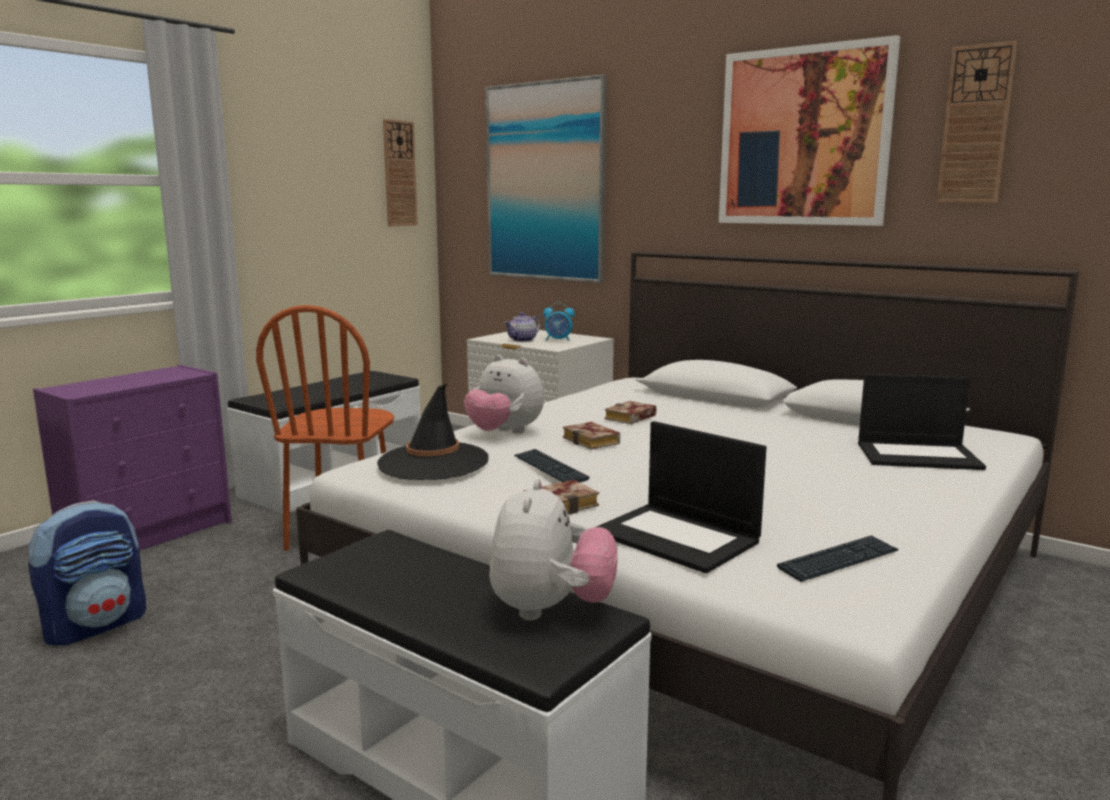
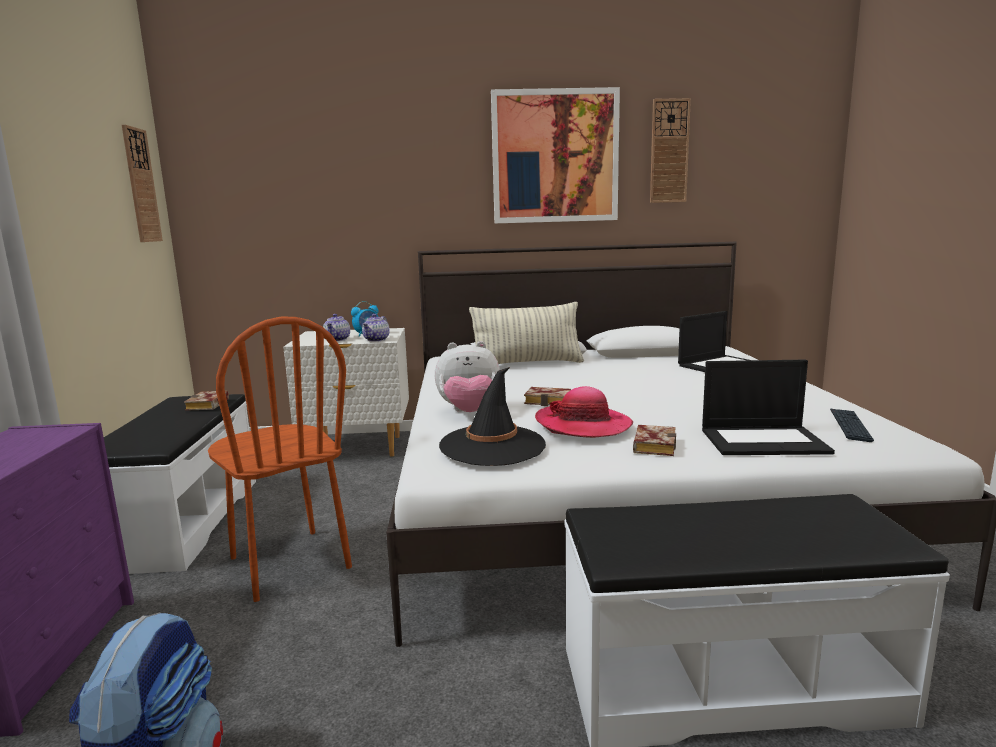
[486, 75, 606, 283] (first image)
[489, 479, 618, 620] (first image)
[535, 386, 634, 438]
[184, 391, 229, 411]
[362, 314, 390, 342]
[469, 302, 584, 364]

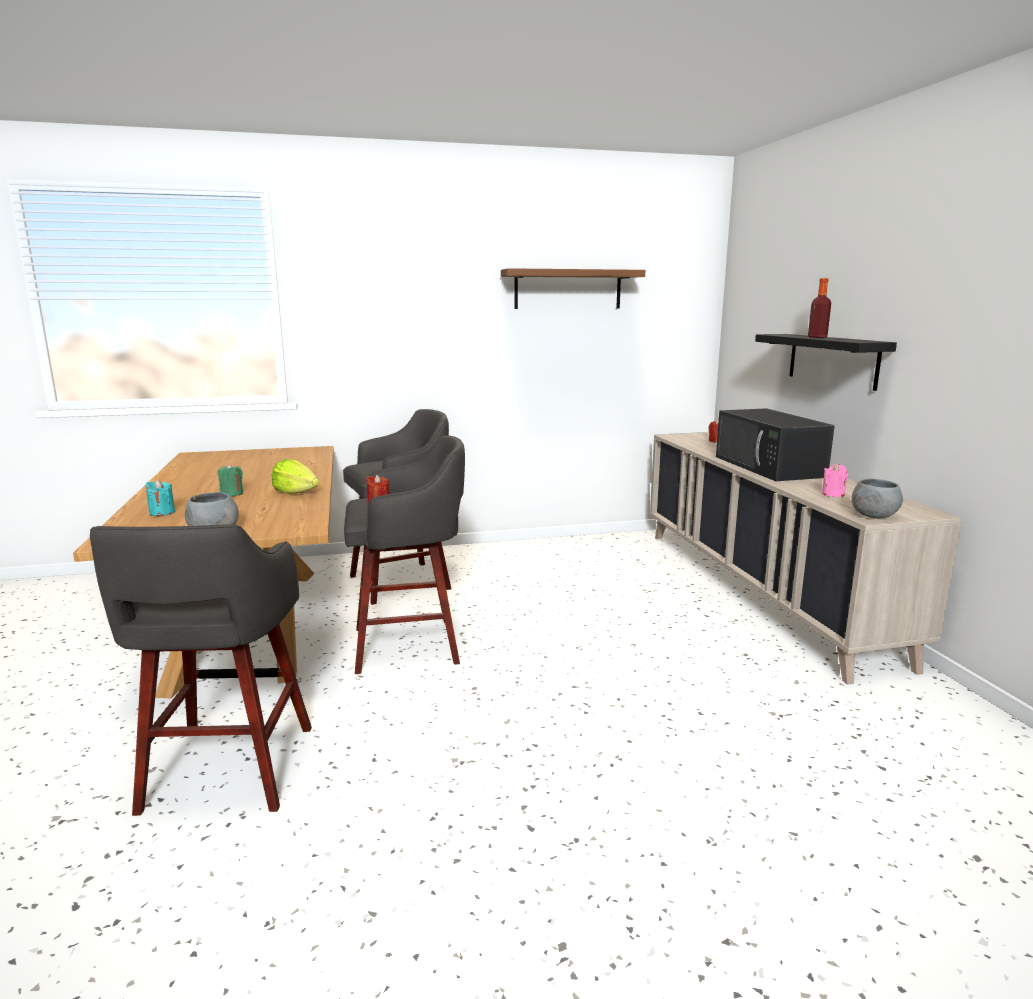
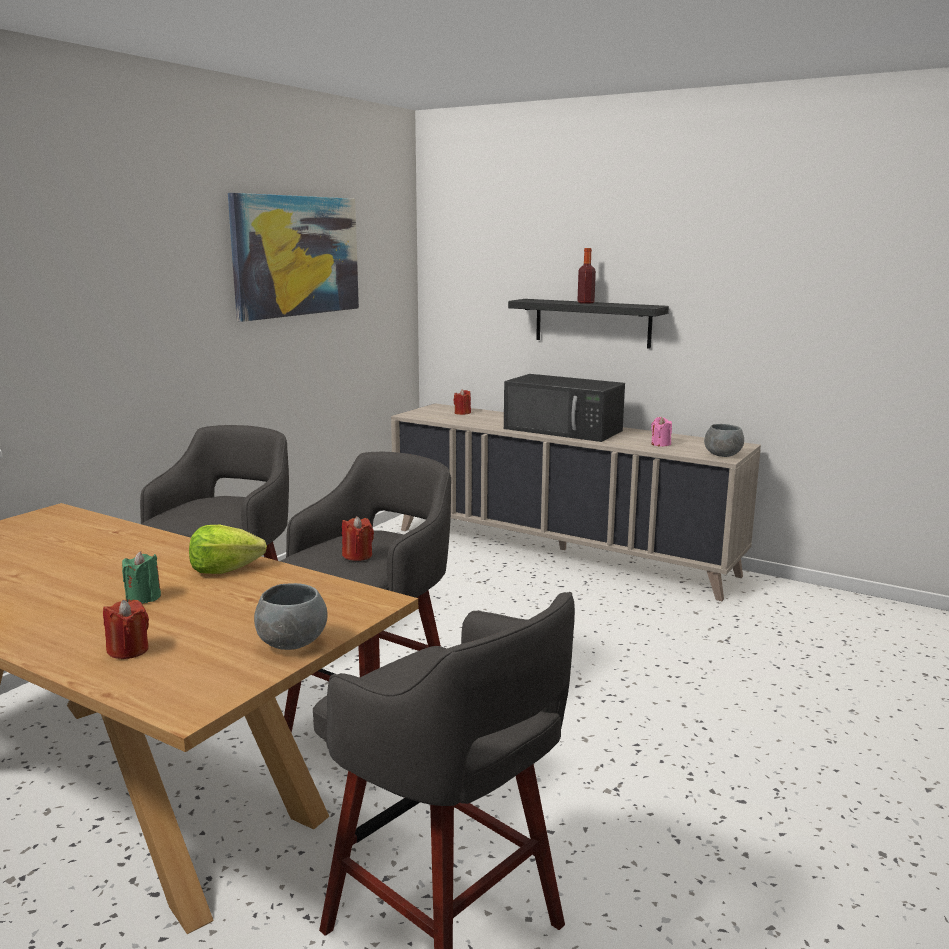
[103, 600, 149, 659]
[228, 193, 359, 322]

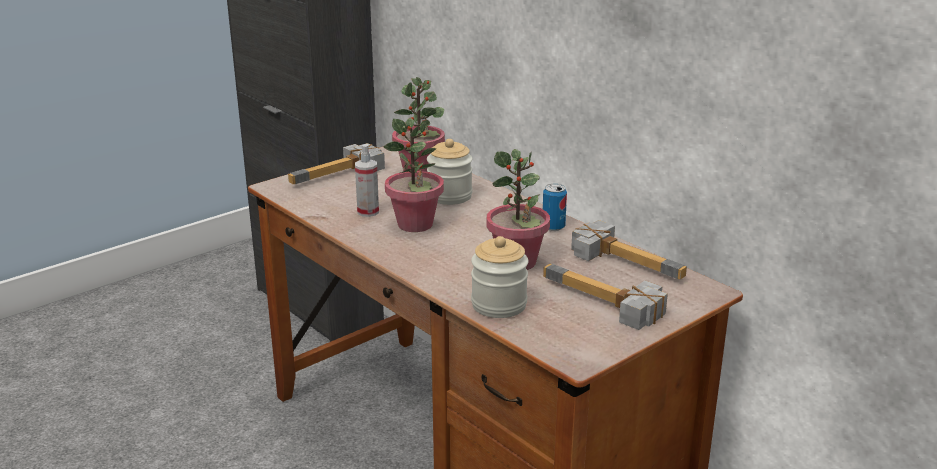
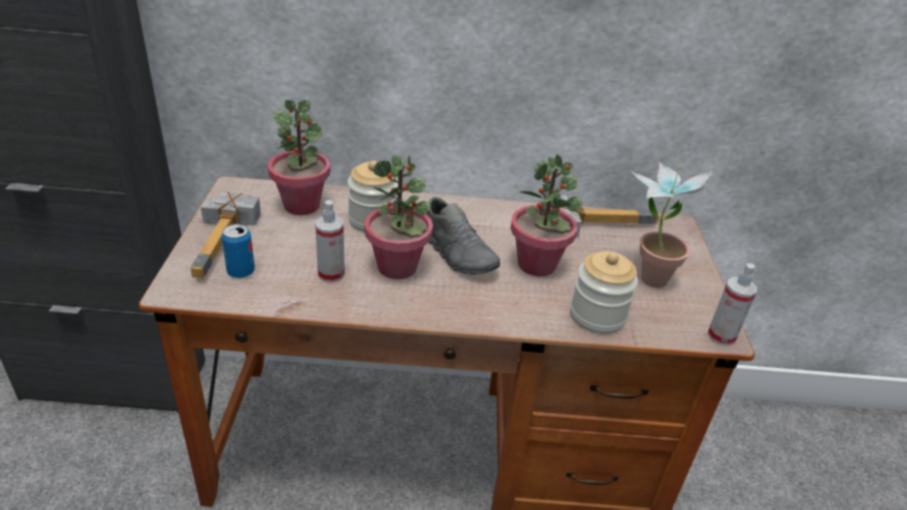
[221, 224, 255, 278]
[631, 162, 713, 288]
[426, 196, 500, 275]
[708, 263, 757, 346]

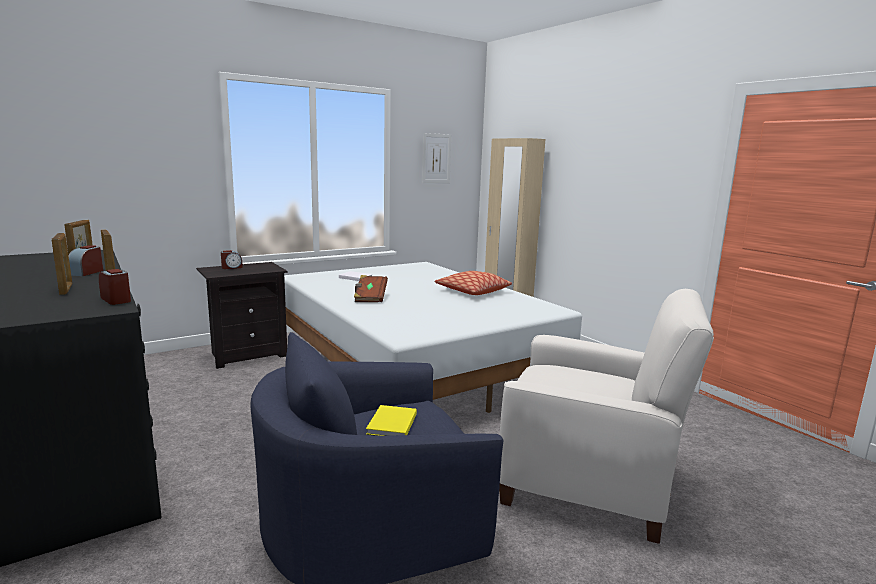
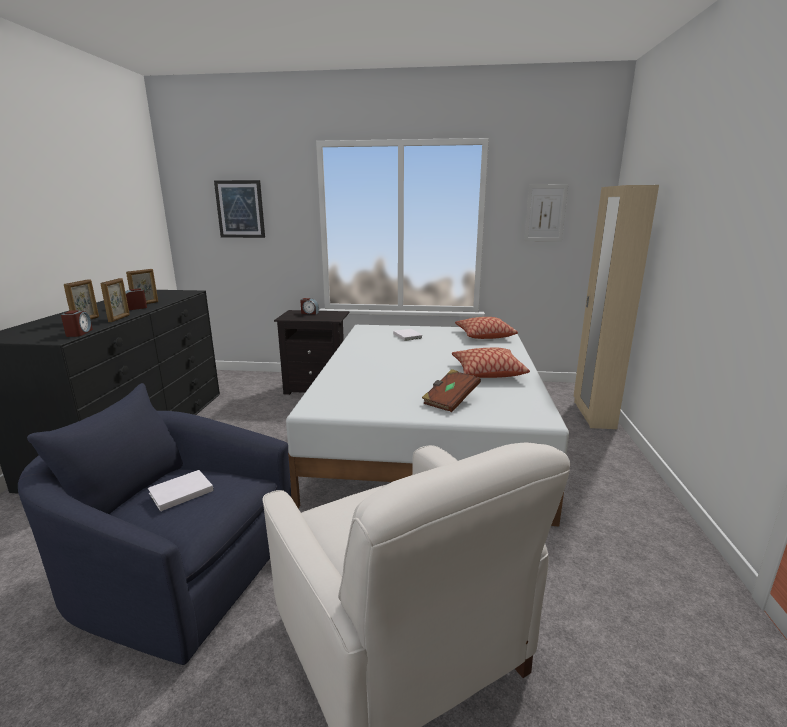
[422, 369, 481, 412]
[148, 470, 214, 511]
[214, 180, 265, 238]
[455, 317, 518, 339]

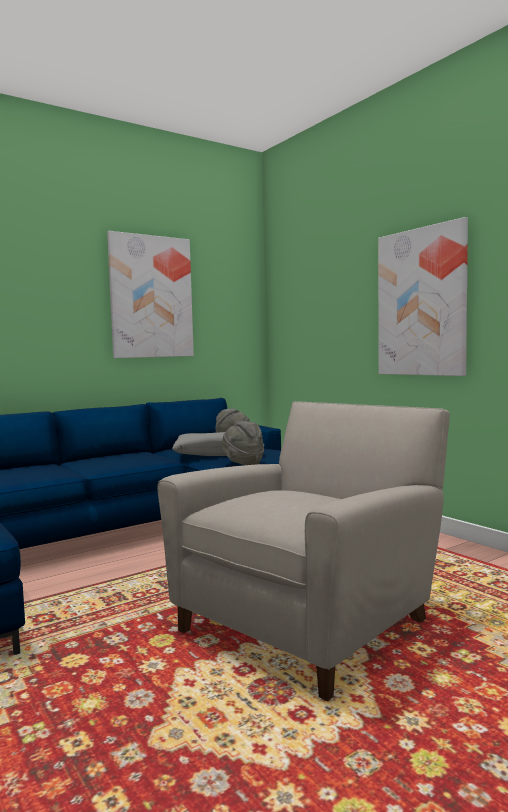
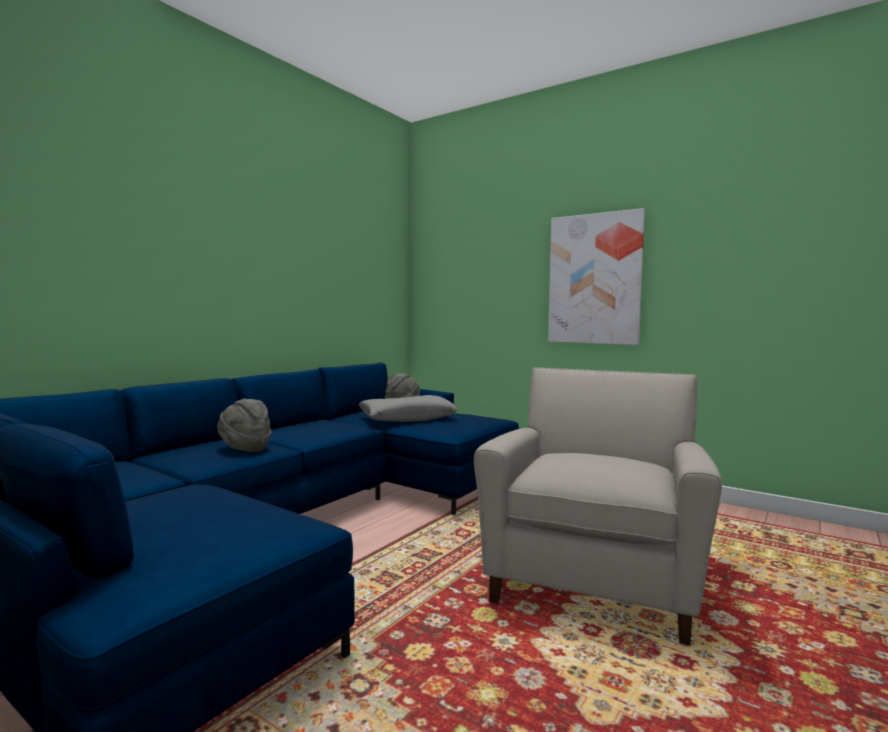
[107, 231, 194, 358] (first image)
[217, 399, 271, 452]

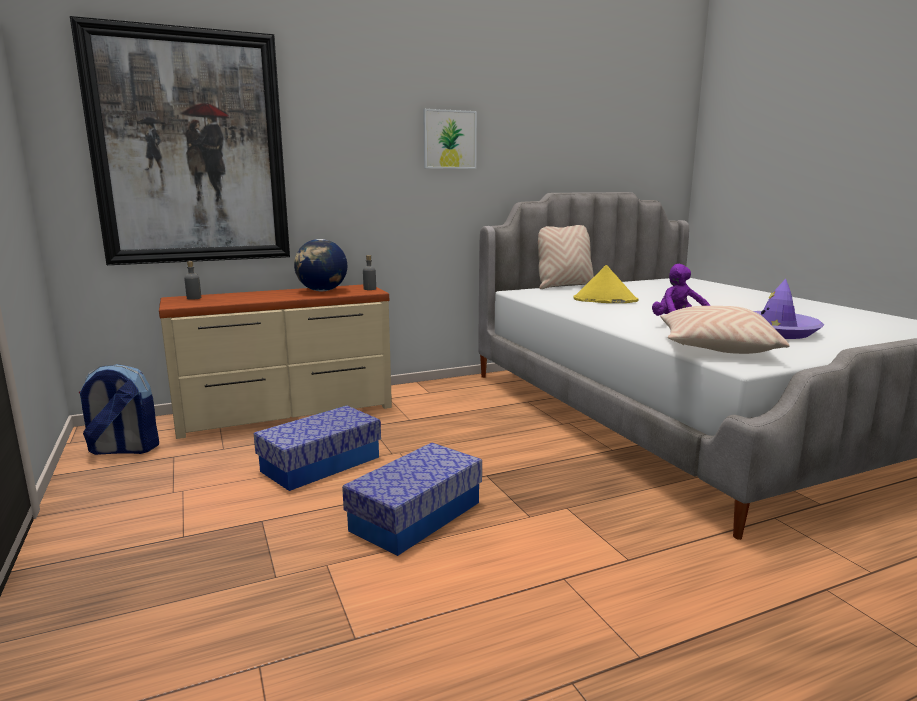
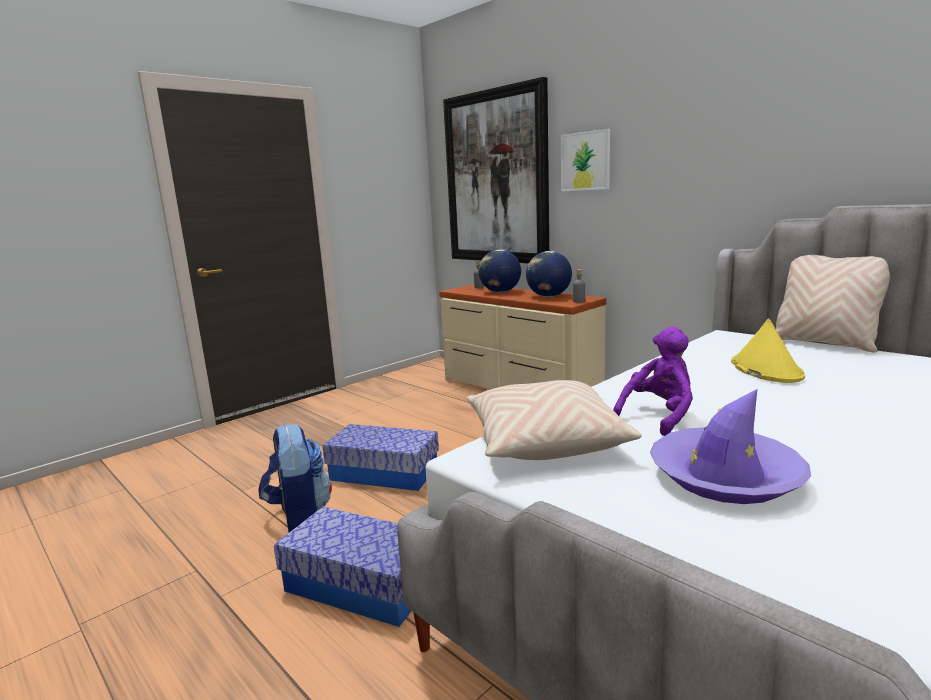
[258, 424, 332, 532]
[274, 507, 411, 627]
[561, 129, 610, 191]
[479, 249, 521, 293]

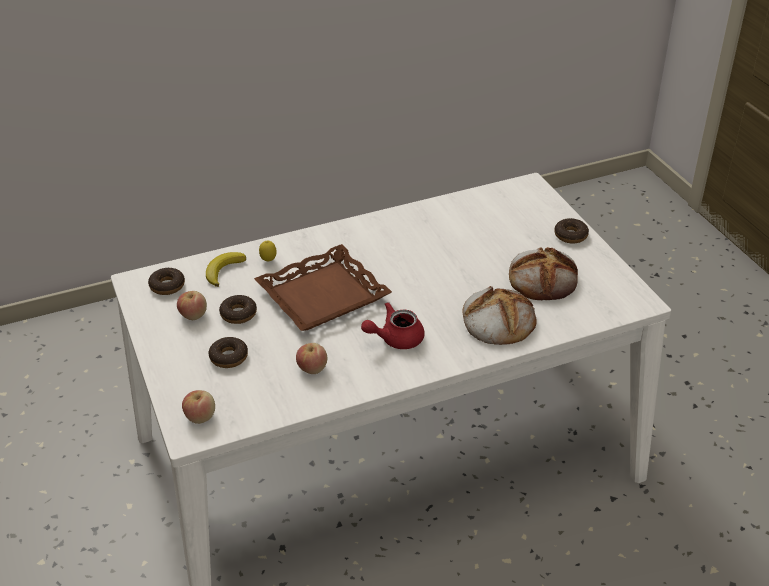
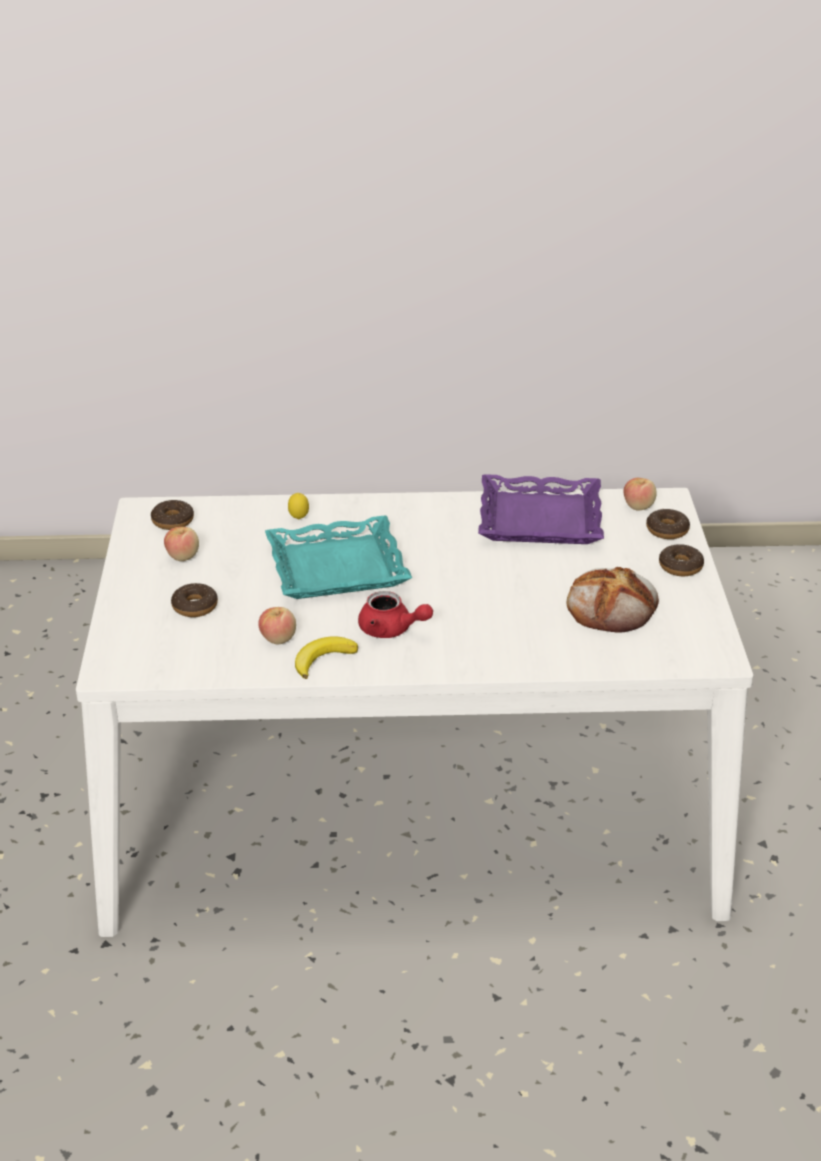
[624, 478, 657, 511]
[295, 636, 358, 679]
[646, 508, 690, 539]
[265, 516, 412, 599]
[358, 591, 433, 638]
[462, 286, 537, 345] (first image)
[478, 474, 604, 544]

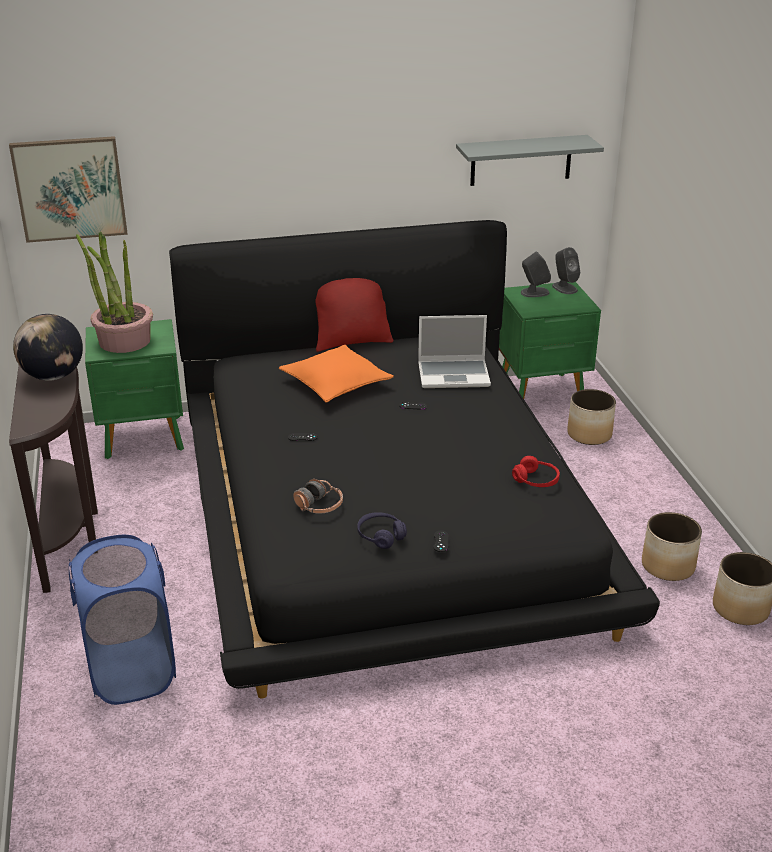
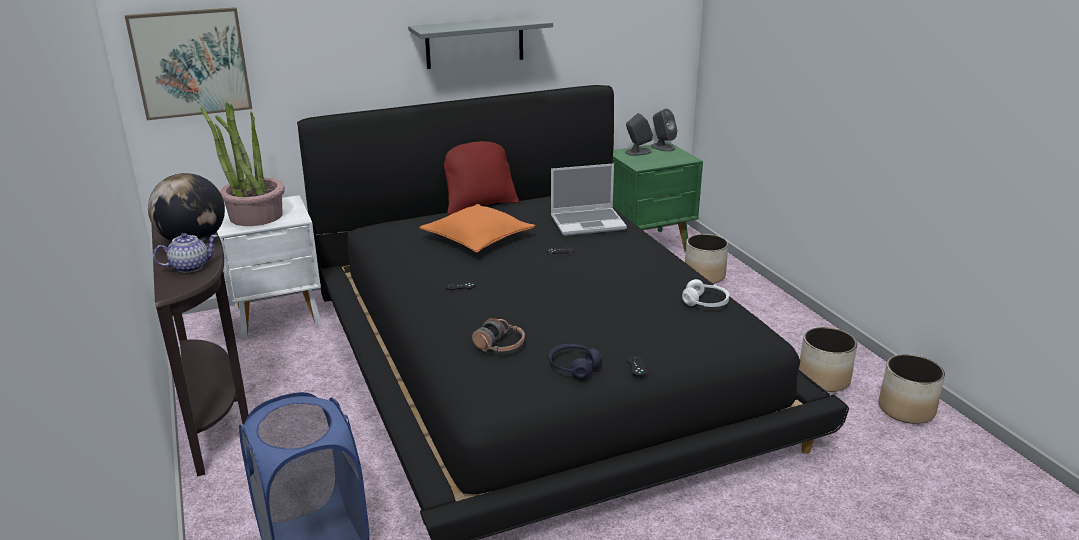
[217, 195, 322, 339]
[408, 16, 553, 69]
[682, 279, 730, 307]
[153, 233, 218, 273]

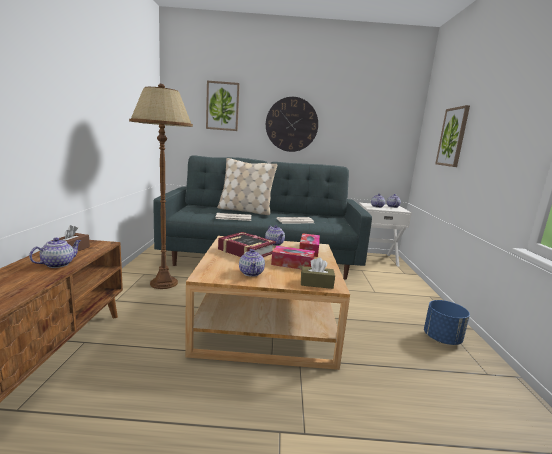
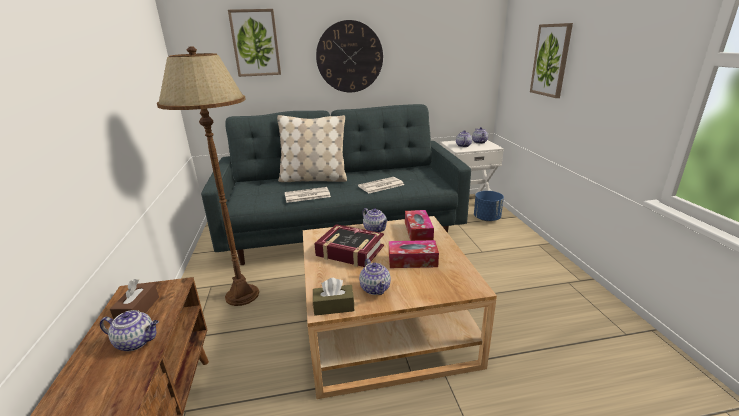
[100, 310, 159, 351]
[313, 278, 354, 316]
[474, 191, 504, 221]

